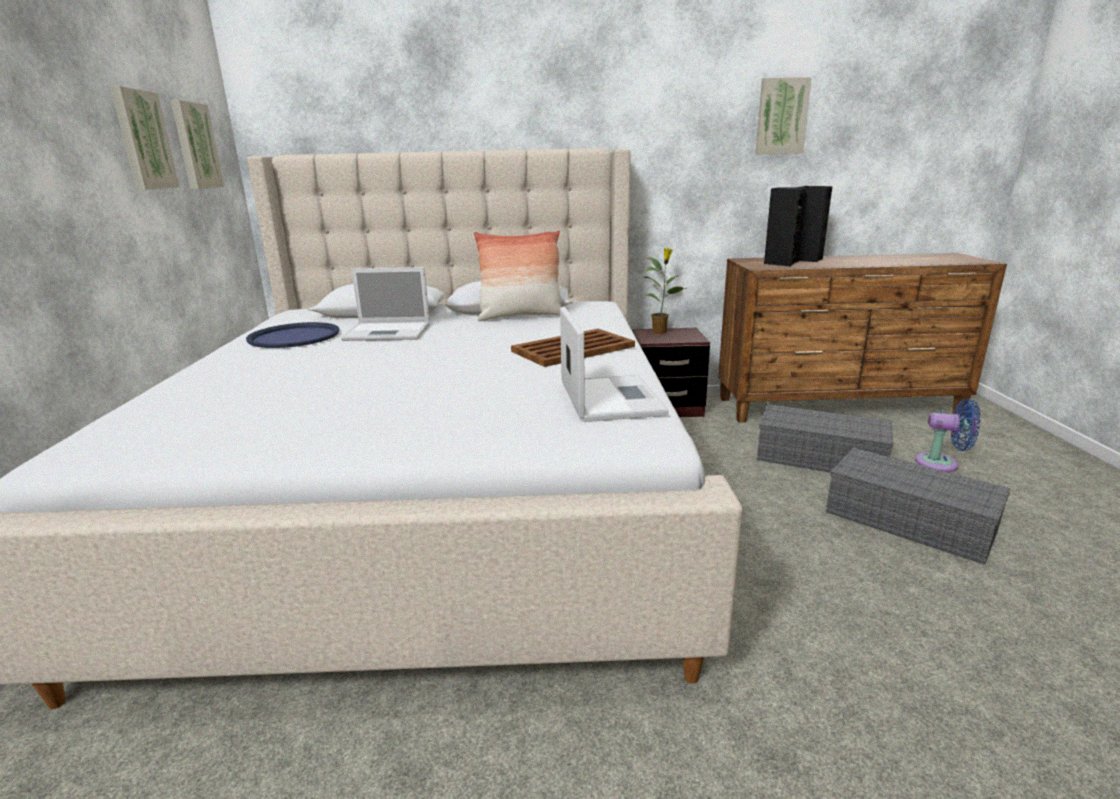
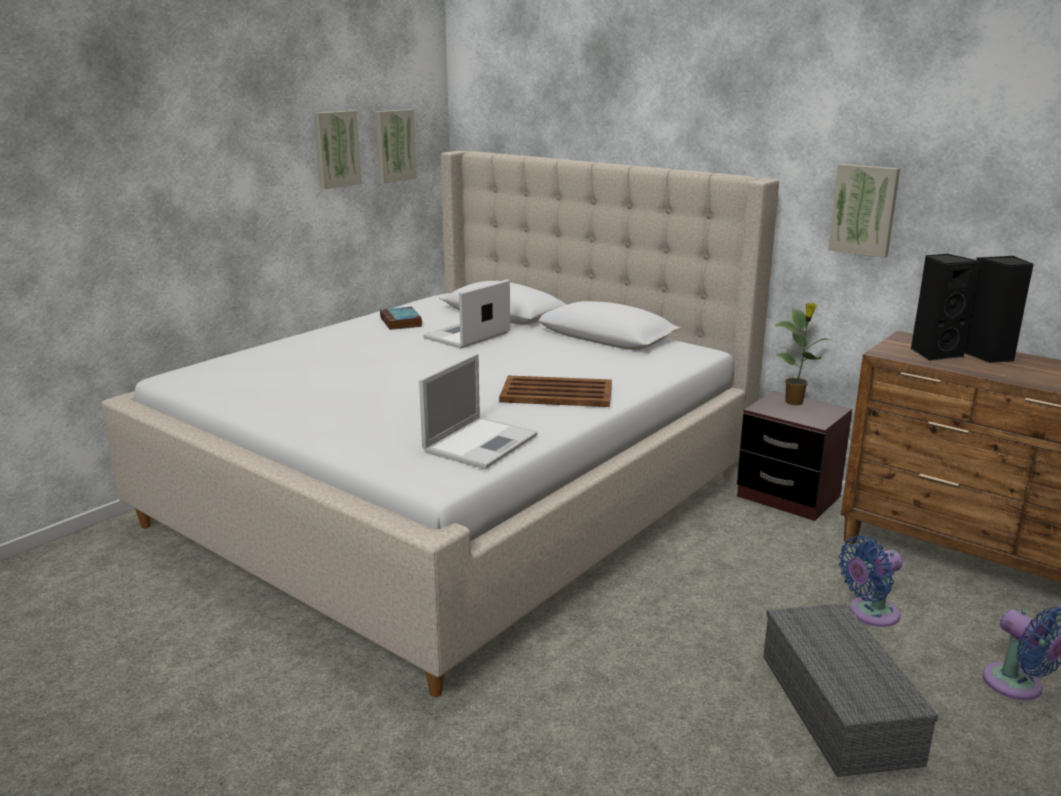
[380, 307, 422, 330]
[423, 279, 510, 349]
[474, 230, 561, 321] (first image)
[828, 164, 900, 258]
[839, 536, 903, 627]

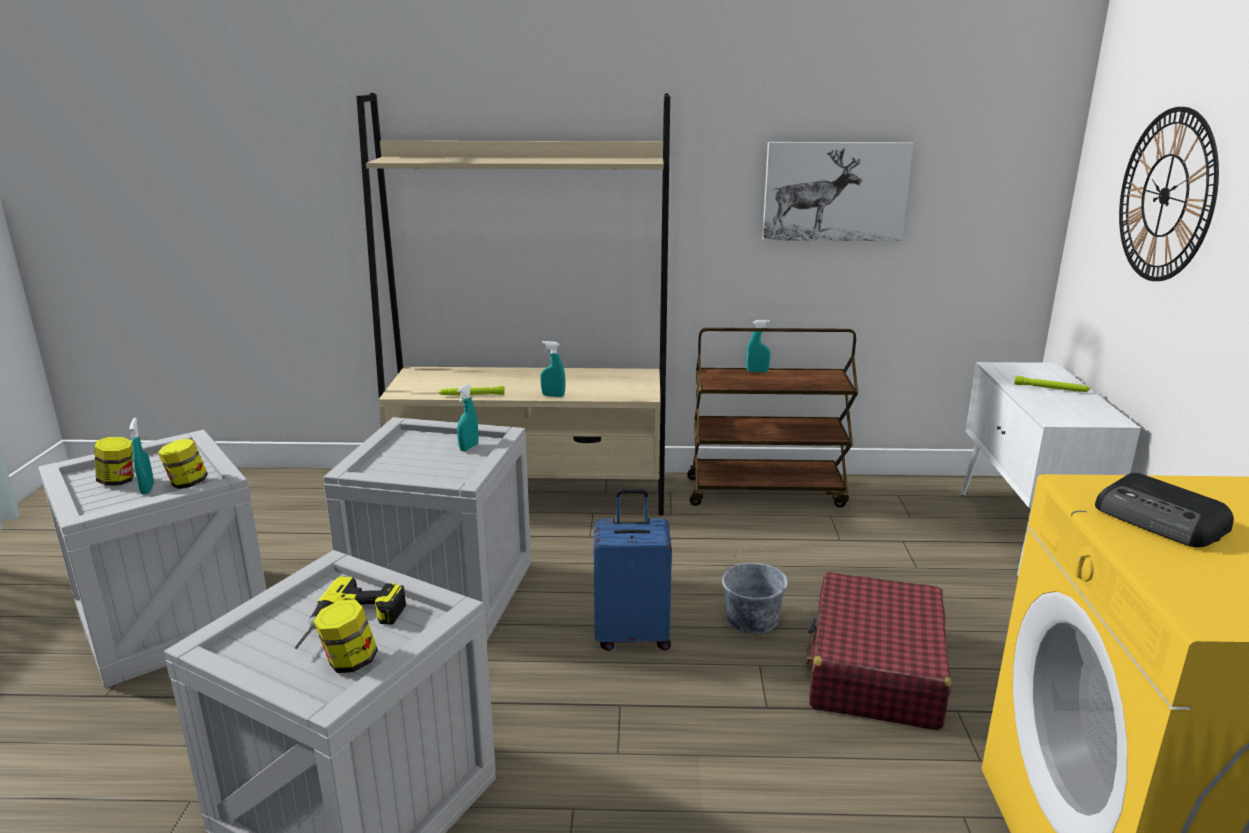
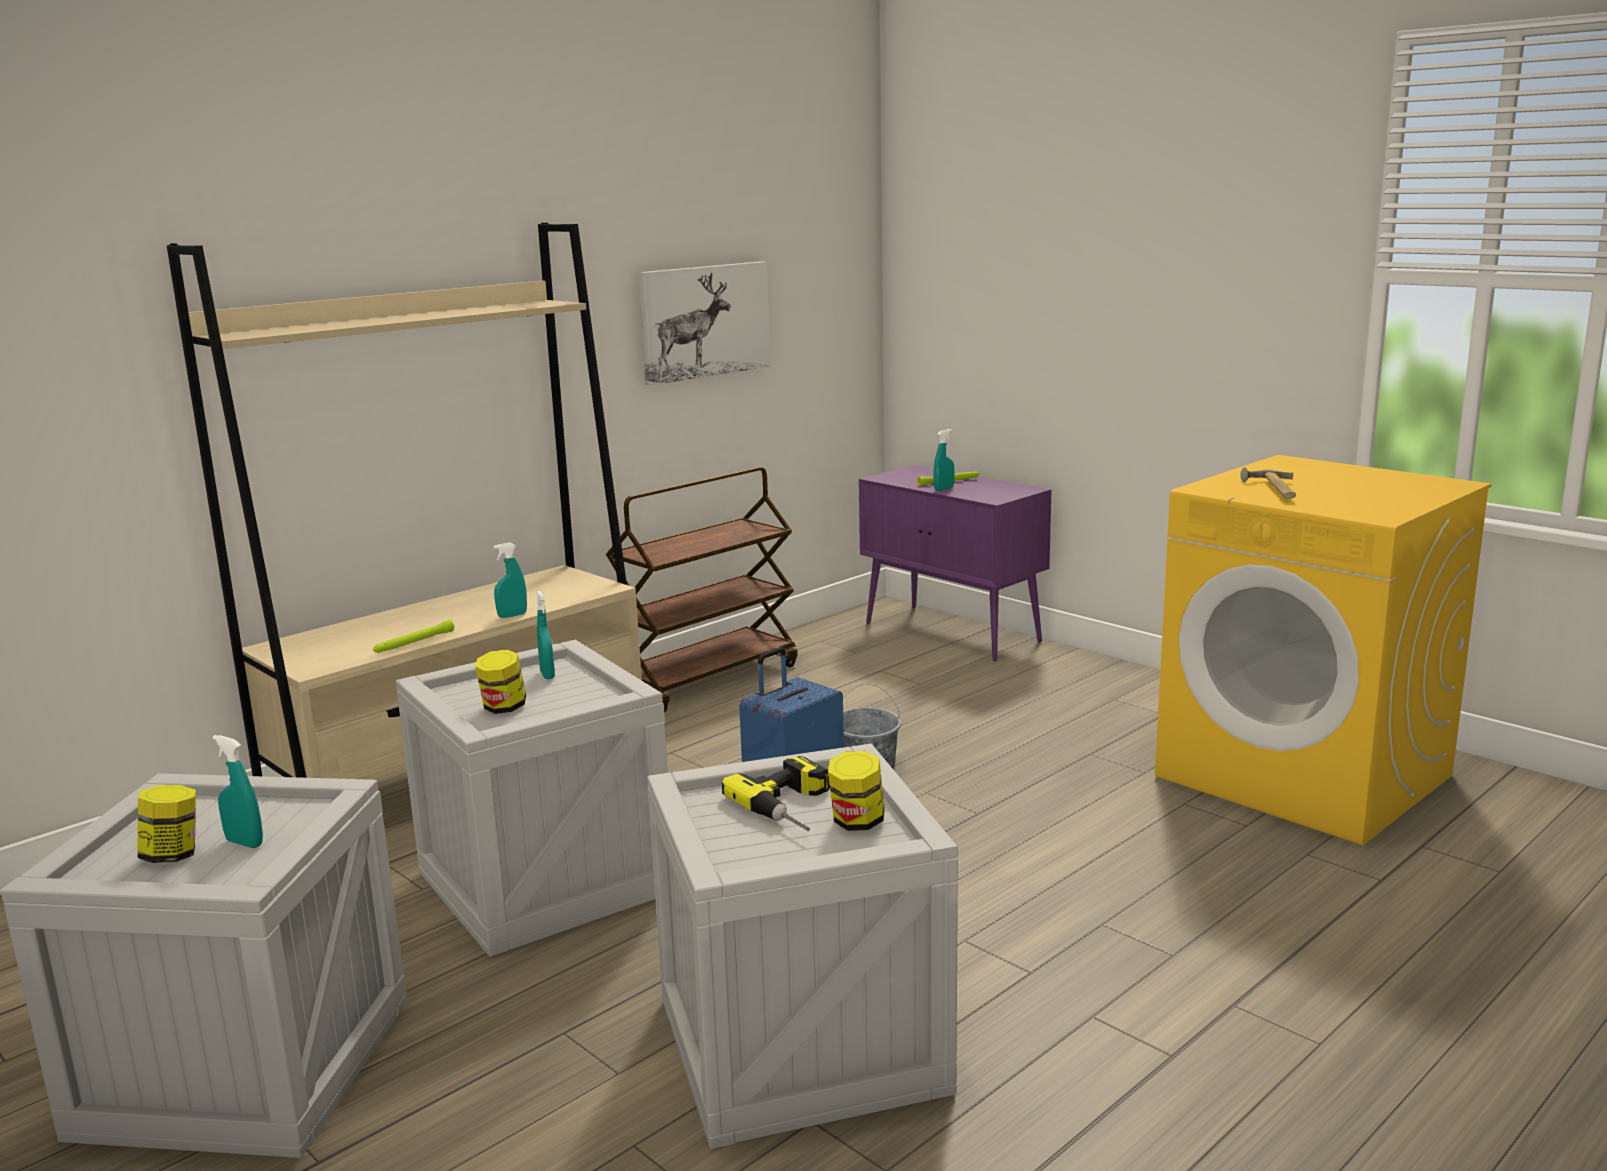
[475, 650, 526, 714]
[933, 429, 955, 491]
[805, 572, 951, 730] (first image)
[859, 465, 1051, 661]
[1240, 467, 1296, 499]
[1119, 107, 1219, 281] (first image)

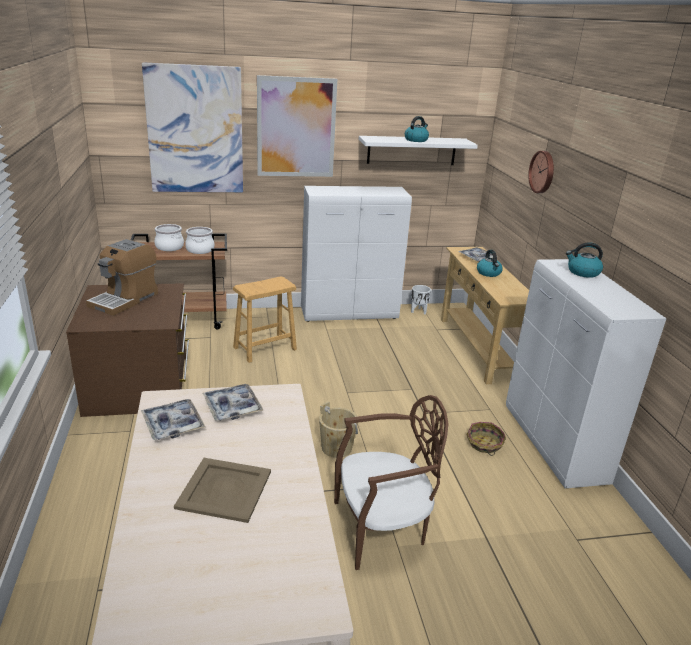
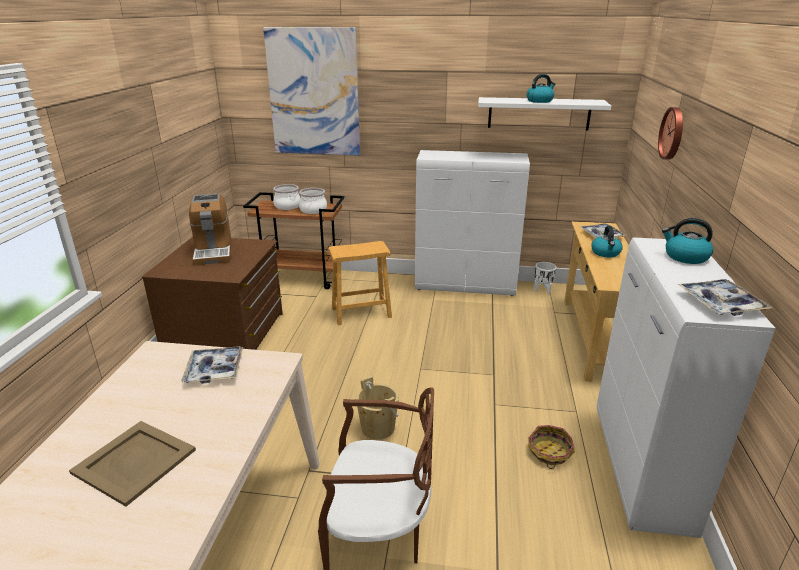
[189, 194, 232, 266]
[677, 279, 773, 316]
[257, 75, 337, 177] (first image)

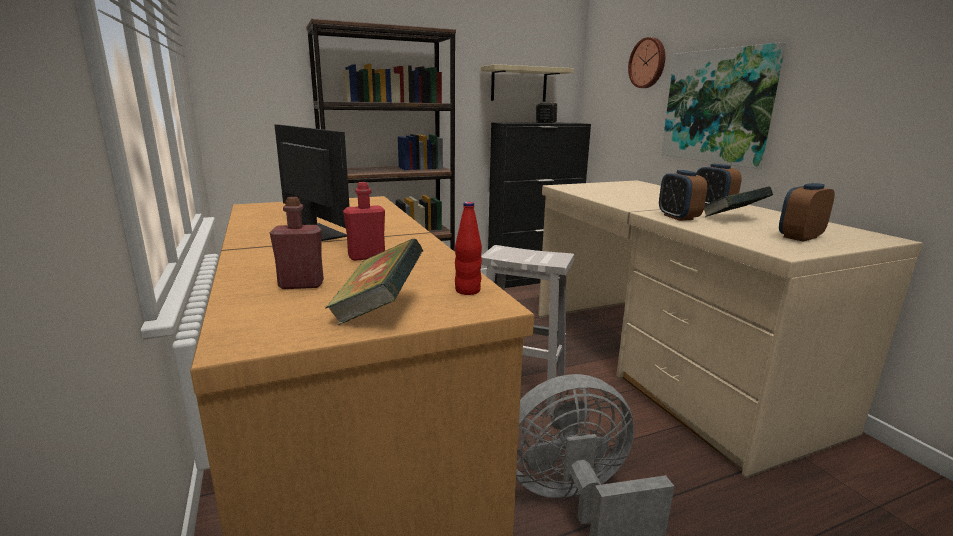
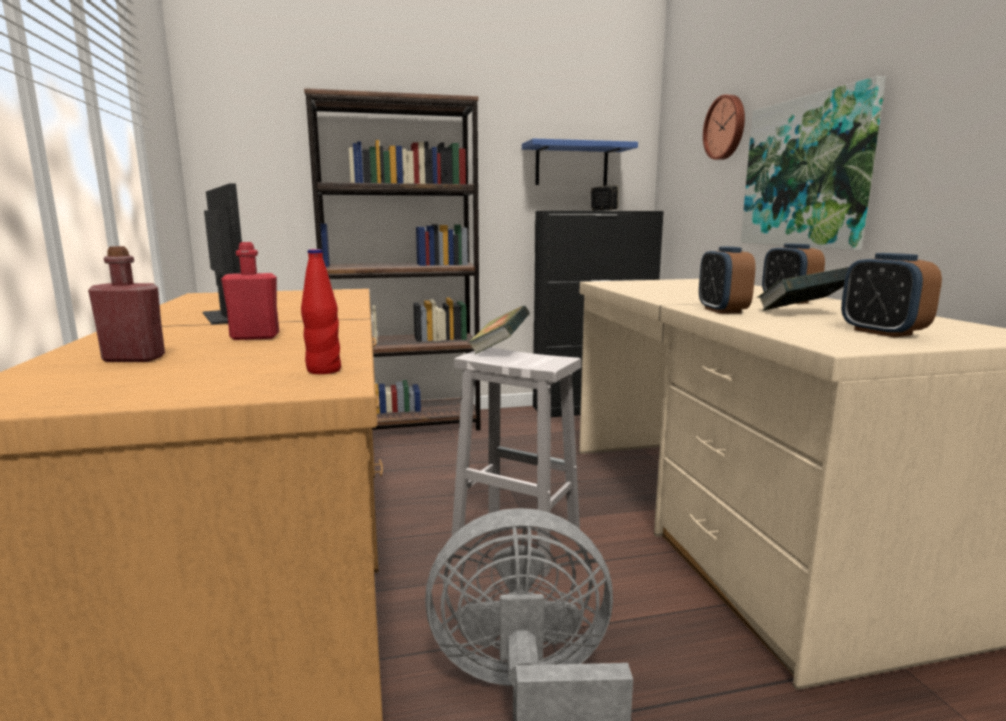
[467, 305, 530, 354]
[522, 138, 638, 186]
[841, 253, 942, 337]

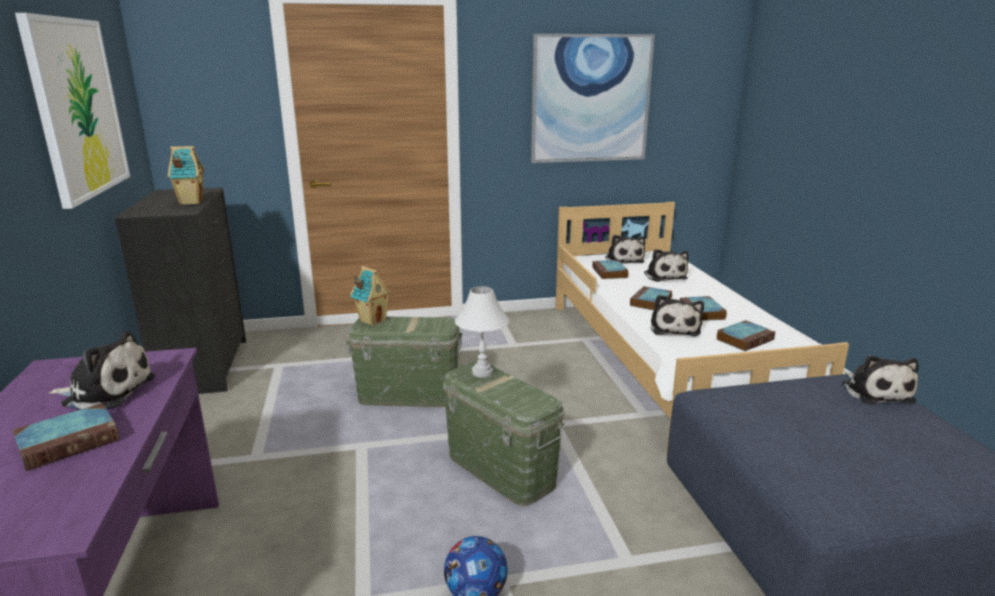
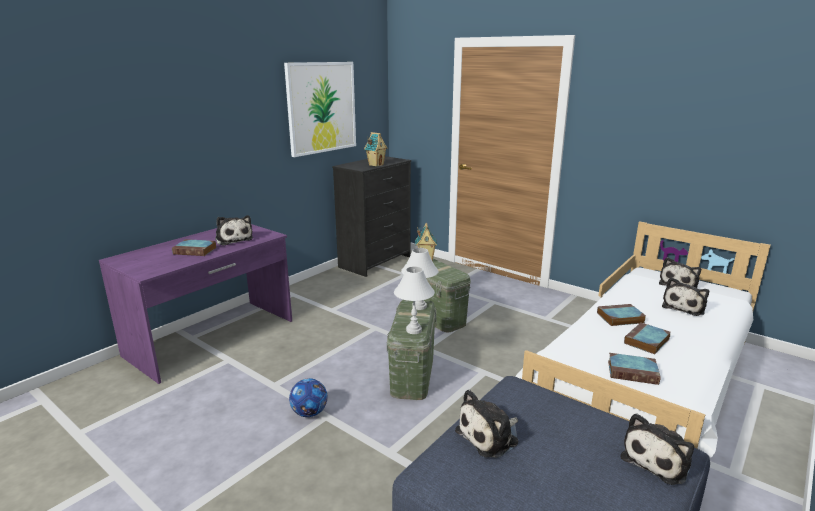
[531, 34, 655, 163] (first image)
[592, 260, 629, 279] (first image)
[455, 389, 518, 458]
[394, 267, 435, 334]

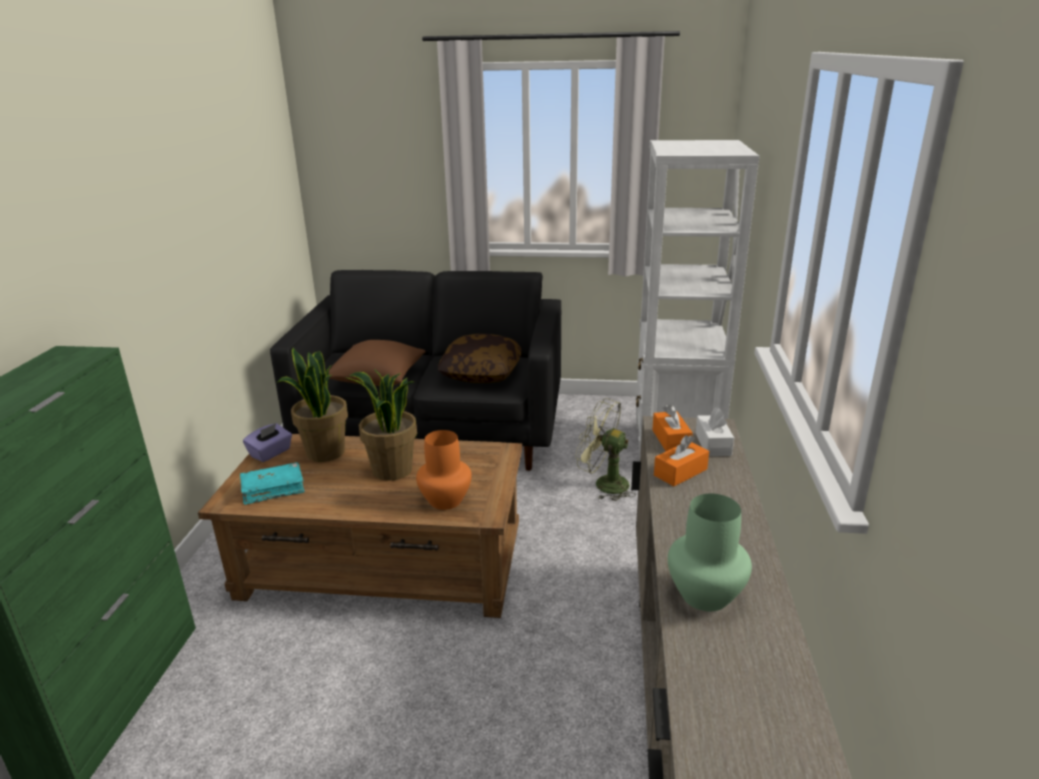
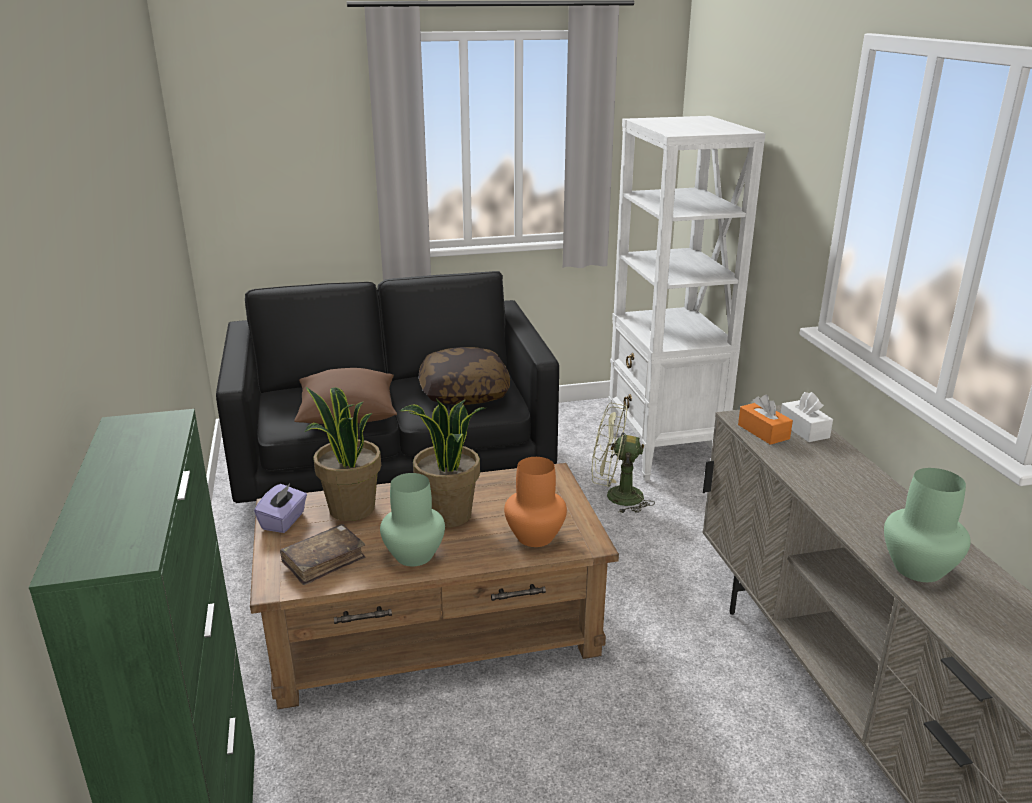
[280, 524, 365, 585]
[654, 435, 709, 486] (first image)
[380, 473, 445, 566]

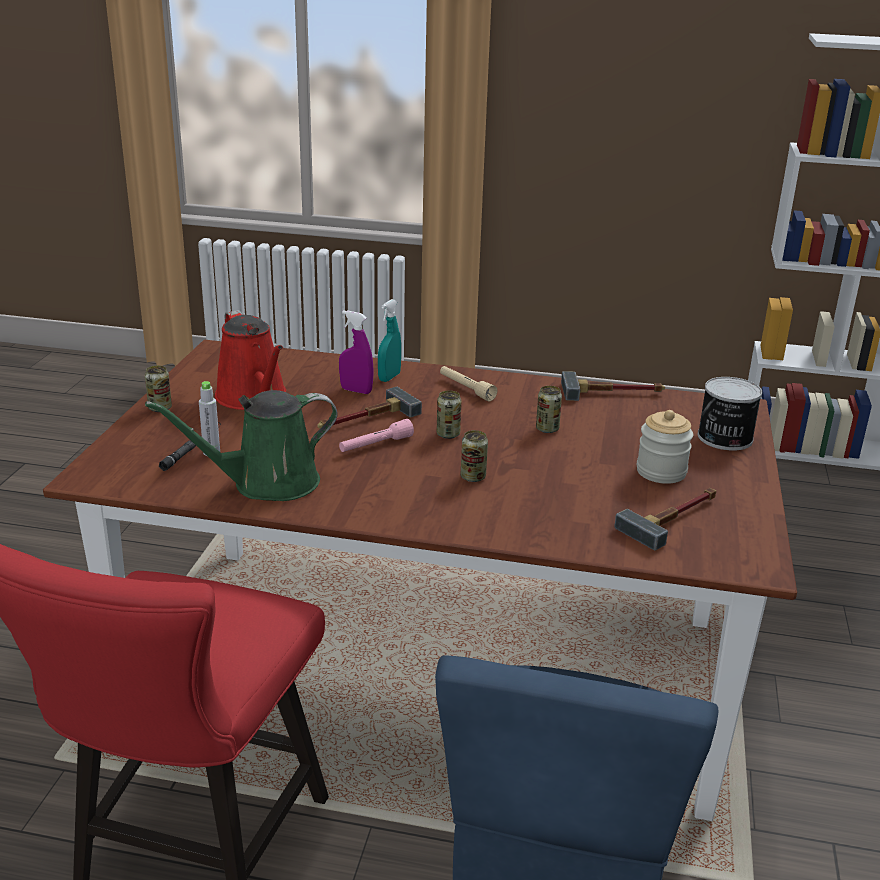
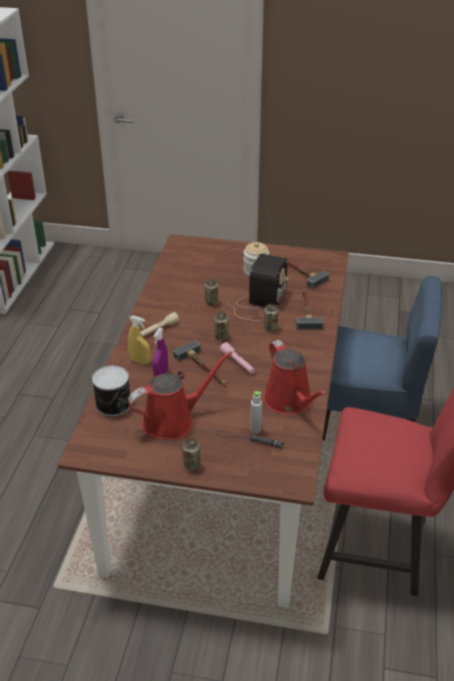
[263, 340, 327, 415]
[128, 316, 150, 365]
[296, 289, 324, 329]
[92, 365, 130, 416]
[226, 253, 289, 321]

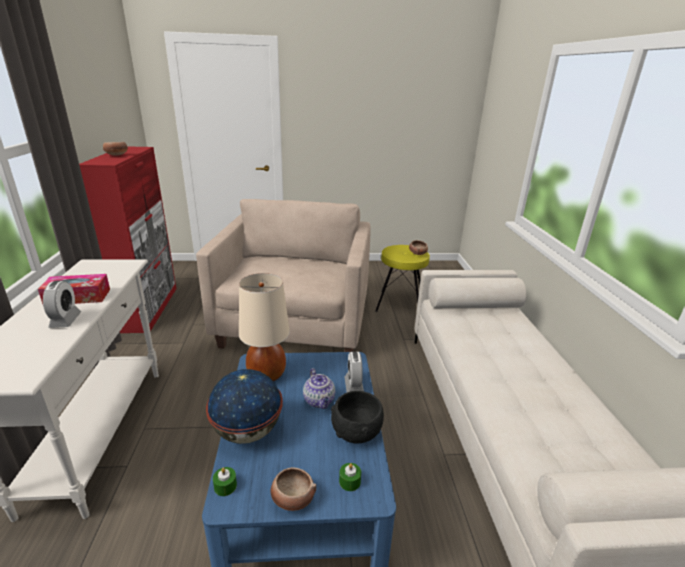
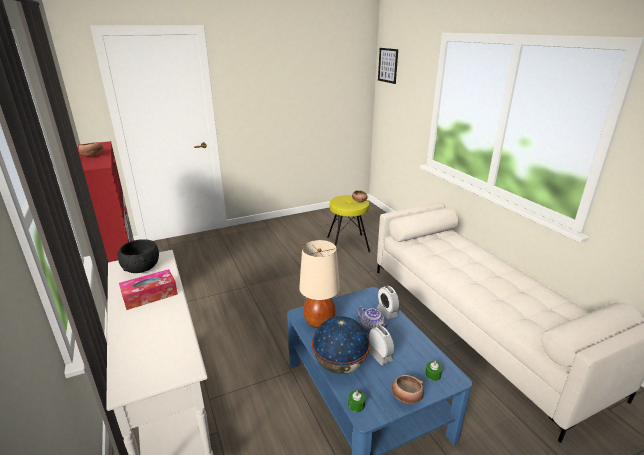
[369, 326, 394, 365]
[196, 199, 371, 352] (first image)
[117, 239, 159, 273]
[378, 48, 398, 84]

